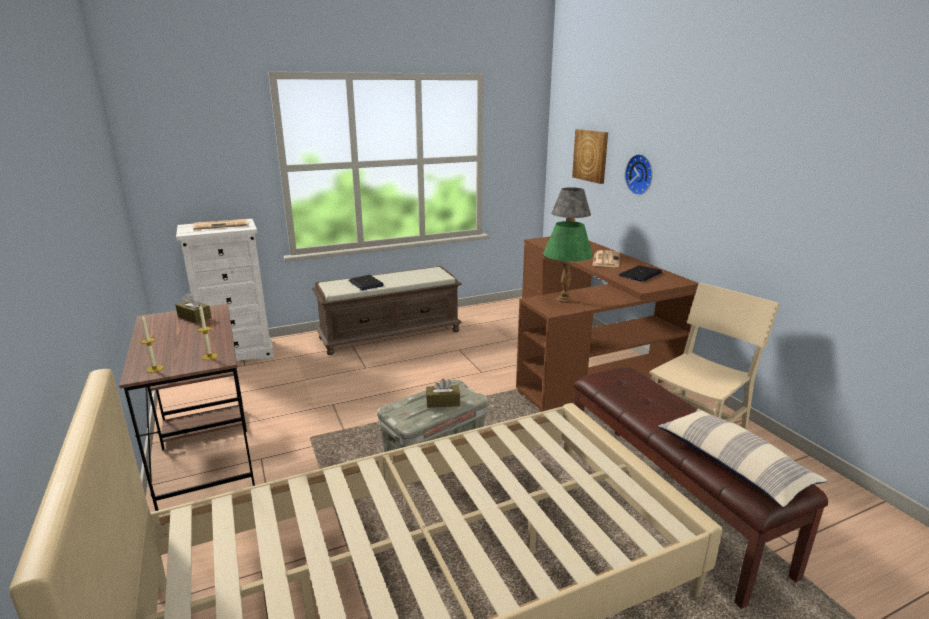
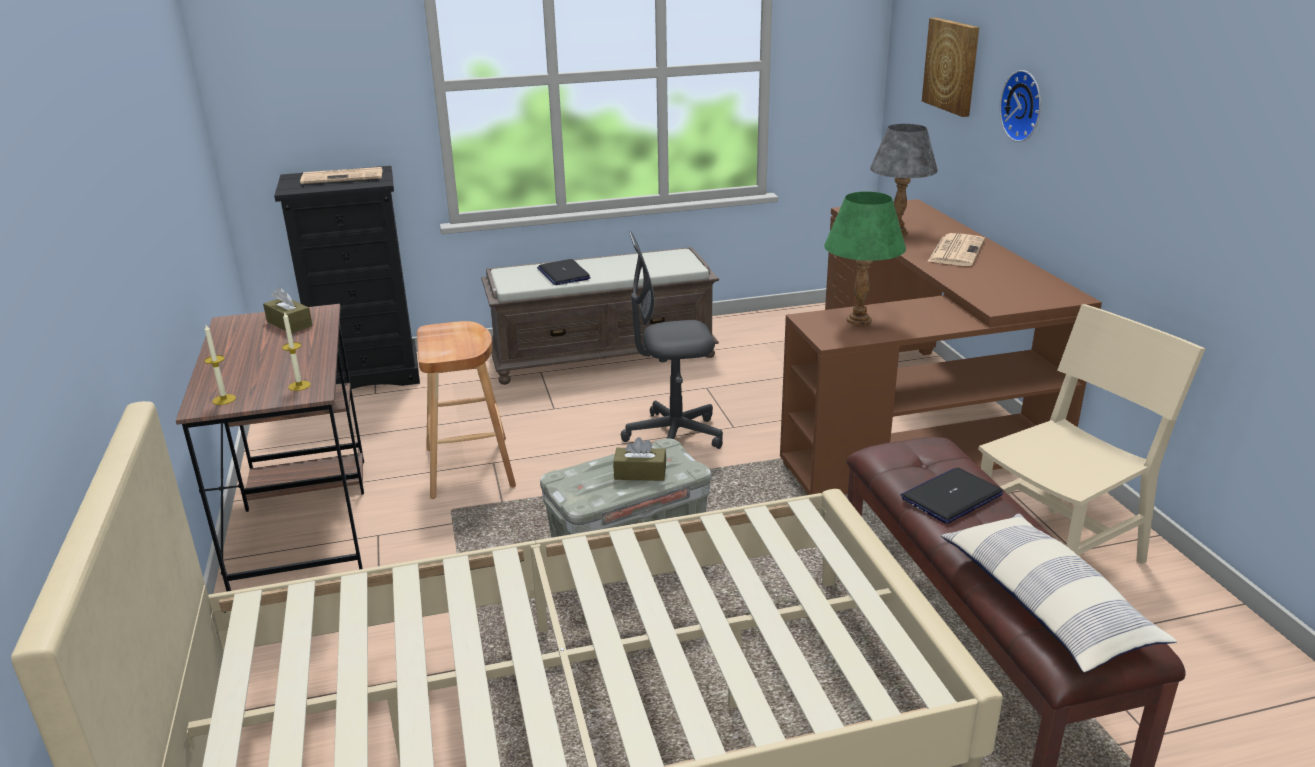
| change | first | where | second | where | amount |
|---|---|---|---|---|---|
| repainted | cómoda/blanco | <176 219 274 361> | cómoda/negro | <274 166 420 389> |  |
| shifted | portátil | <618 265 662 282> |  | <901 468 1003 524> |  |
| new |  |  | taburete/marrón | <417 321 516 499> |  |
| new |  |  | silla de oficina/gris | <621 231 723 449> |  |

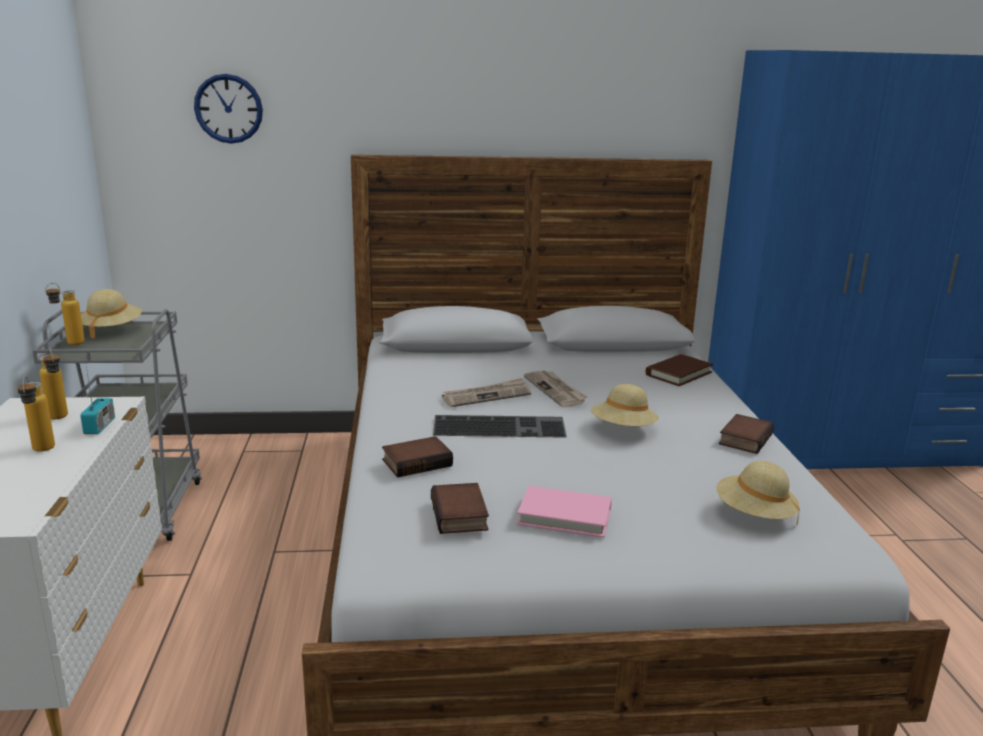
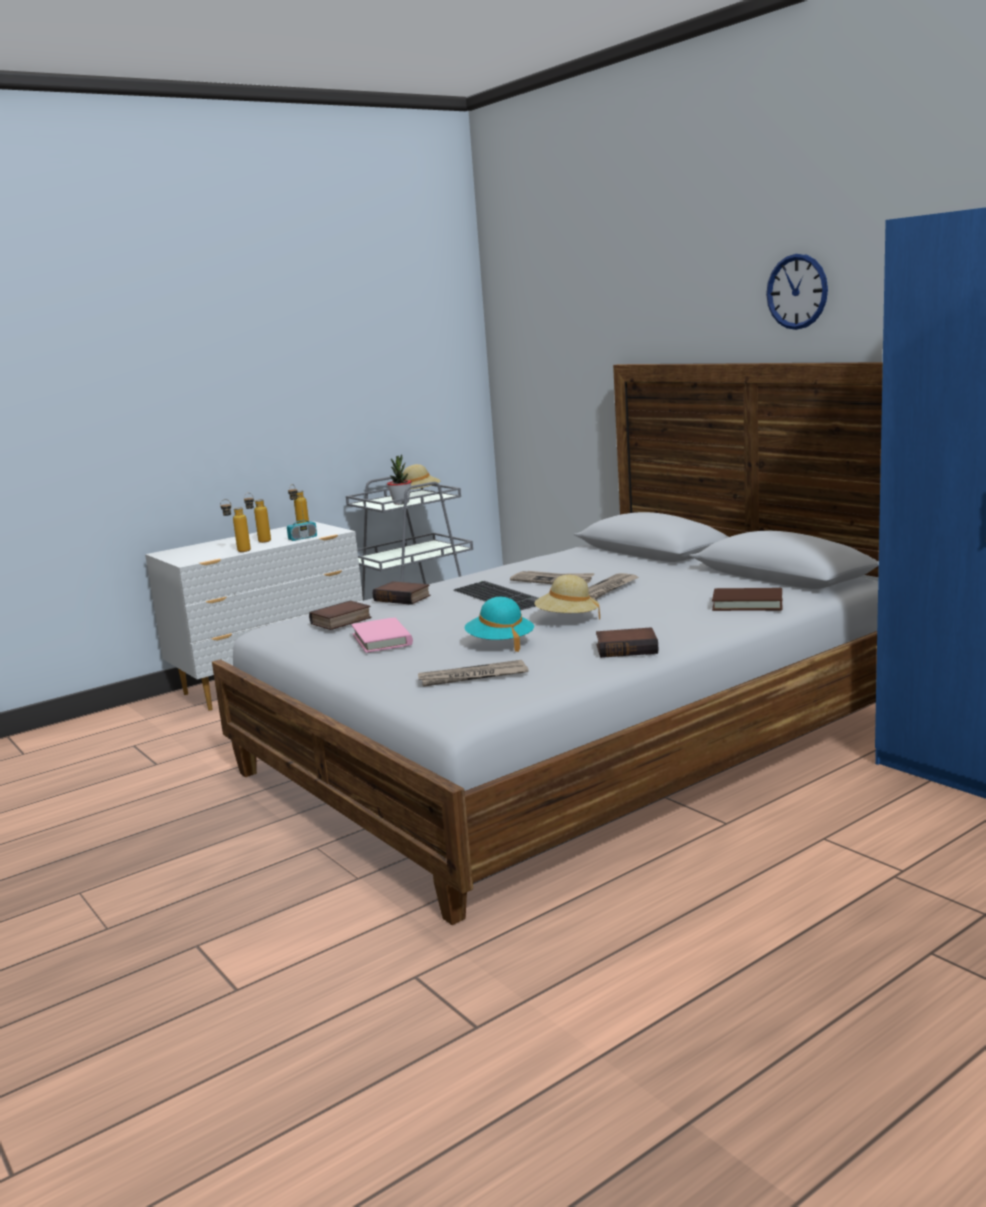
| change | first | where | second | where | amount |
|---|---|---|---|---|---|
| shifted | botella | <45 283 85 345> |  | <220 499 251 552> |  |
| shifted | reloj de pared | <194 74 263 144> |  | <766 254 828 330> |  |
| swapped | sombrero/beis | <716 461 800 525> | periódico | <418 660 529 687> |  |
| new |  |  | planta en maceta | <387 454 412 505> |  |
| new |  |  | sombrero/turquesa | <464 597 534 652> |  |

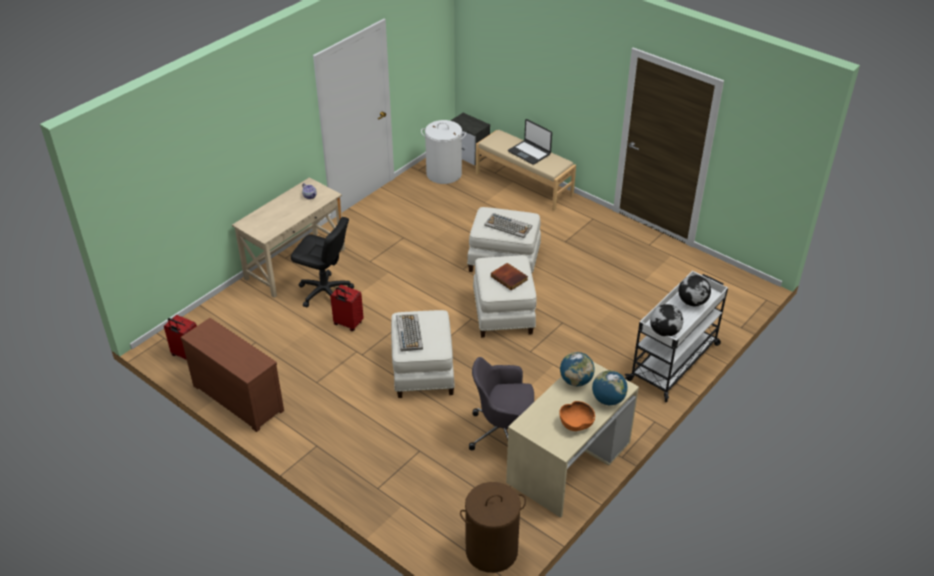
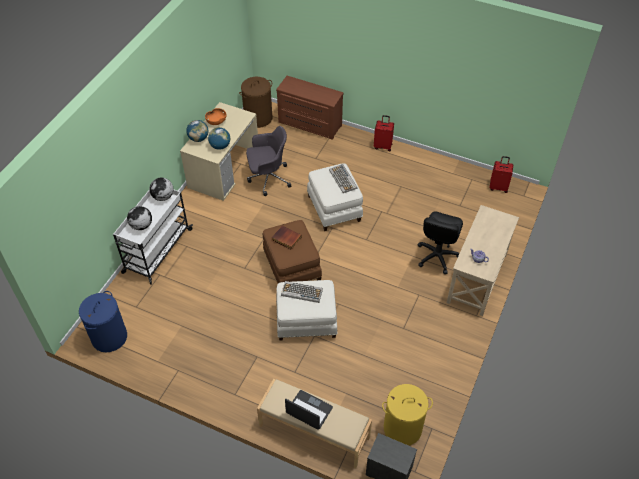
| change | first | where | second | where | amount |
|---|---|---|---|---|---|
| shifted | cómoda/marrón | <180 318 284 432> |  | <276 76 343 140> |  |
| rotated | silla de oficina/negro | <291 217 354 307> |  | <417 211 463 274> | 75 degrees counterclockwise |
| shifted | maleta/rojo | <330 285 364 331> |  | <374 115 394 151> |  |
| repainted | cesto de la ropa/blanco | <421 120 466 184> | cesto de la ropa/amarillo | <382 384 433 446> |  |
| repainted | puf/blanco | <473 256 537 338> | puf/marrón | <263 220 322 283> |  |
| new |  |  | cesto de la ropa/azul | <79 291 127 352> |  |

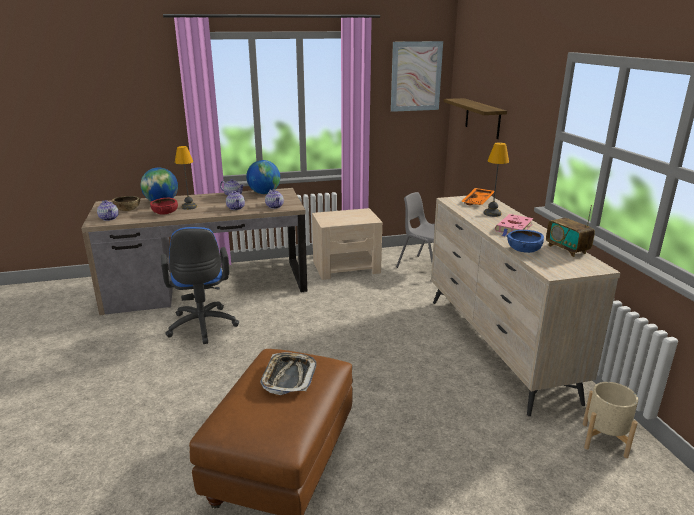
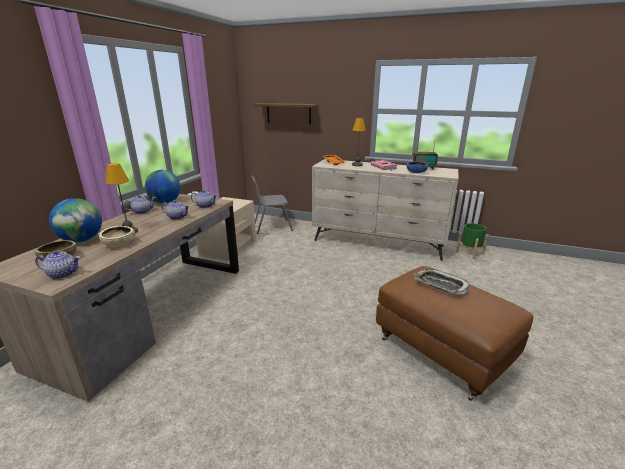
| change | first | where | second | where | amount |
|---|---|---|---|---|---|
| repainted | cuenco/rojo | <150 198 178 215> | cuenco/beis | <98 226 136 247> |  |
| gone | silla de oficina/azul | <161 227 239 344> |  |  |  |
| gone | cuadro | <391 41 443 112> |  |  |  |
| repainted | maceta/beis | <583 382 638 458> | maceta/verde | <456 223 489 259> |  |

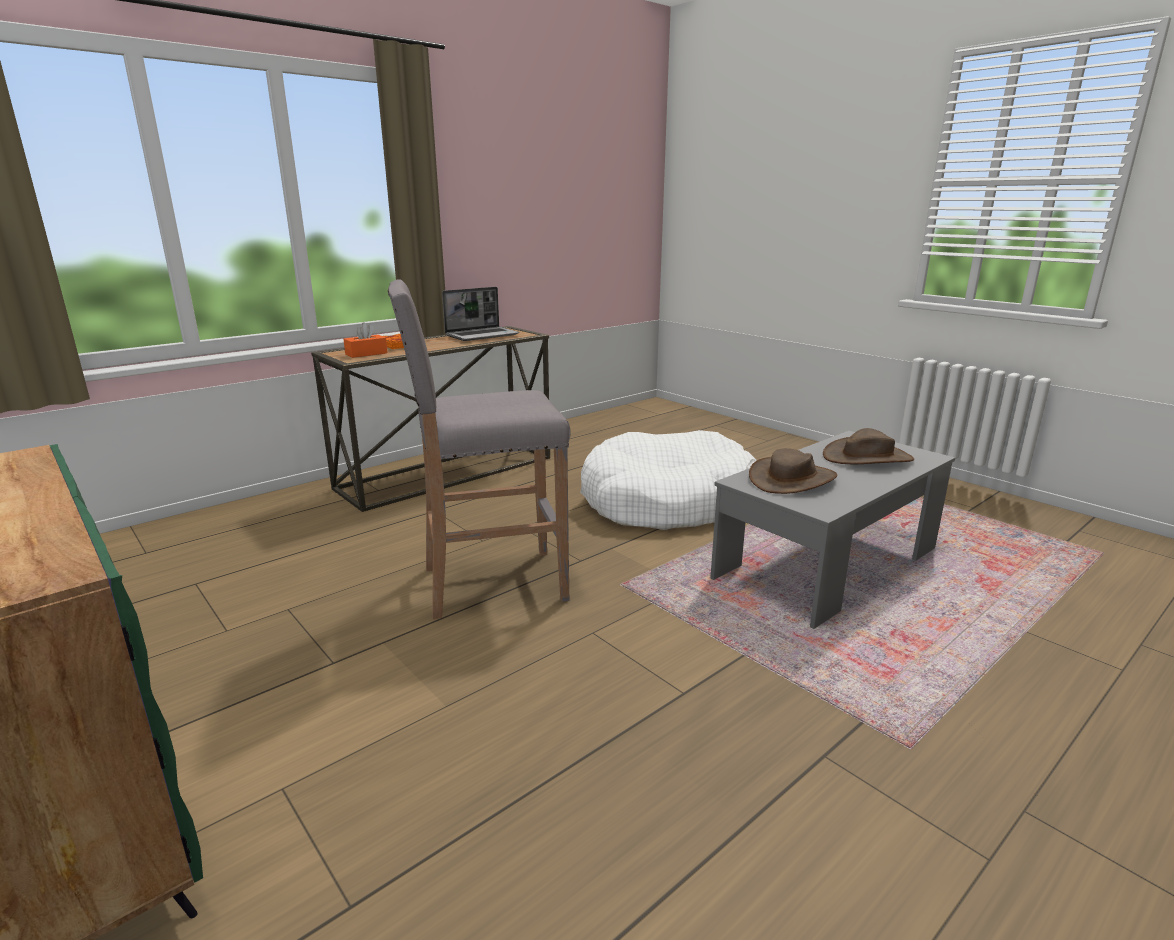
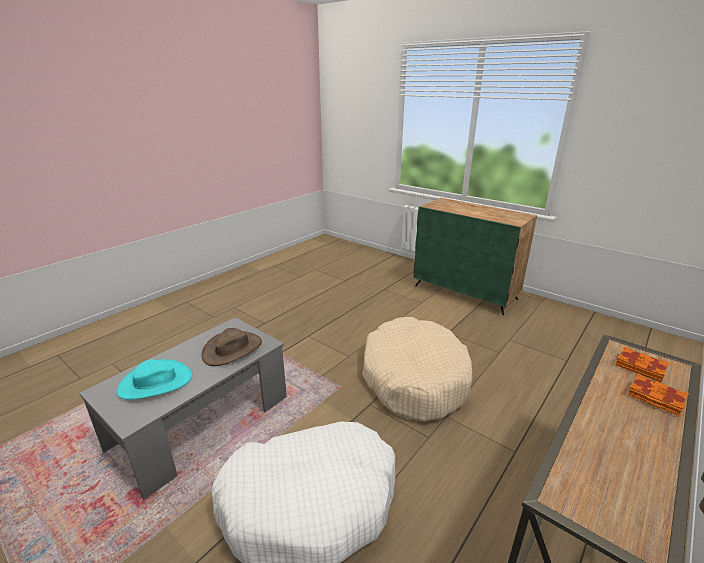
| change | first | where | second | where | amount |
|---|---|---|---|---|---|
| swapped | caja de pañuelos/naranja | <343 322 388 358> | libro/naranja | <615 346 670 382> |  |
| swapped | taburete/gris | <388 279 571 619> | cama para perro/beis | <362 317 472 422> |  |
| gone | portátil | <442 287 519 341> |  |  |  |
| repainted | sombrero/marrón | <823 428 914 464> | sombrero/turquesa | <117 359 192 400> |  |

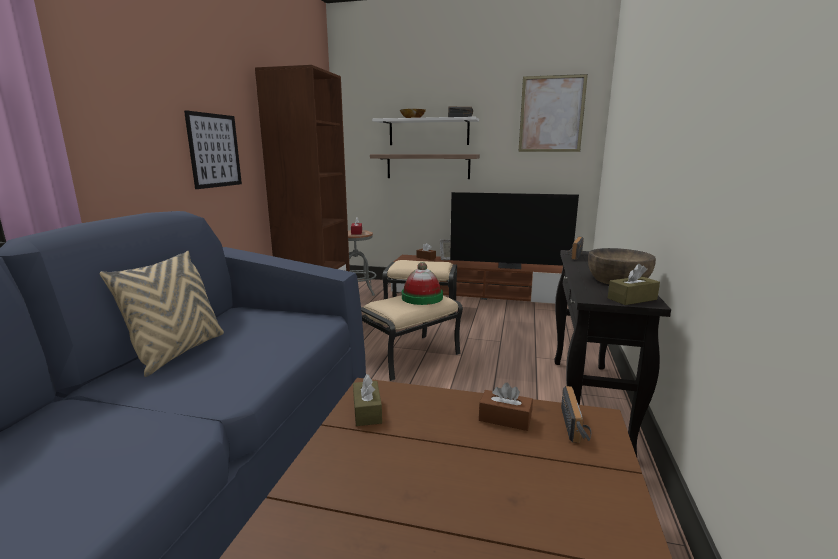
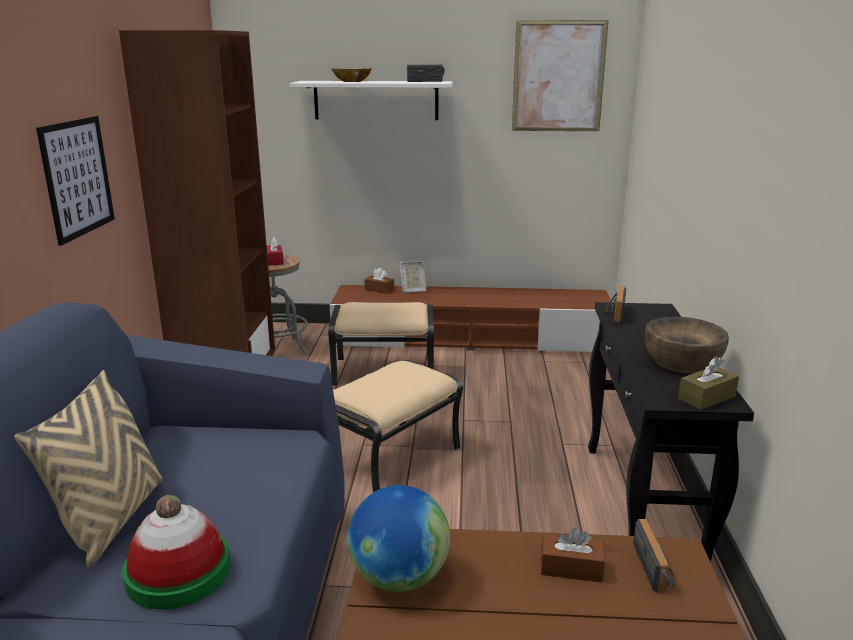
| change | first | where | second | where | amount |
|---|---|---|---|---|---|
| swapped | caja de pañuelos/marrón | <353 374 382 426> | globo terráqueo | <348 485 450 592> |  |
| gone | estante | <370 154 480 179> |  |  |  |
| shifted | sombrero | <402 262 443 305> |  | <122 495 230 610> |  |
| gone | televisor | <450 192 579 269> |  |  |  |

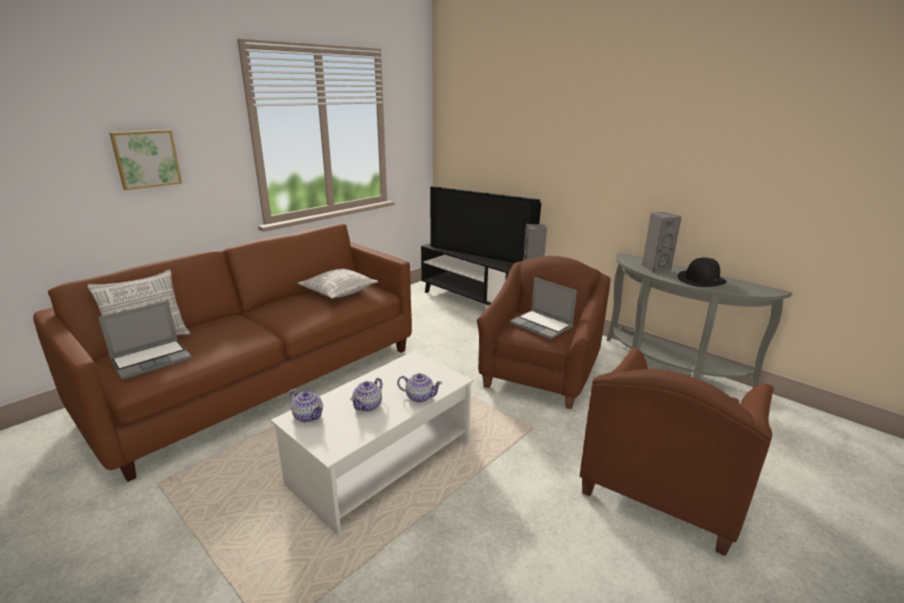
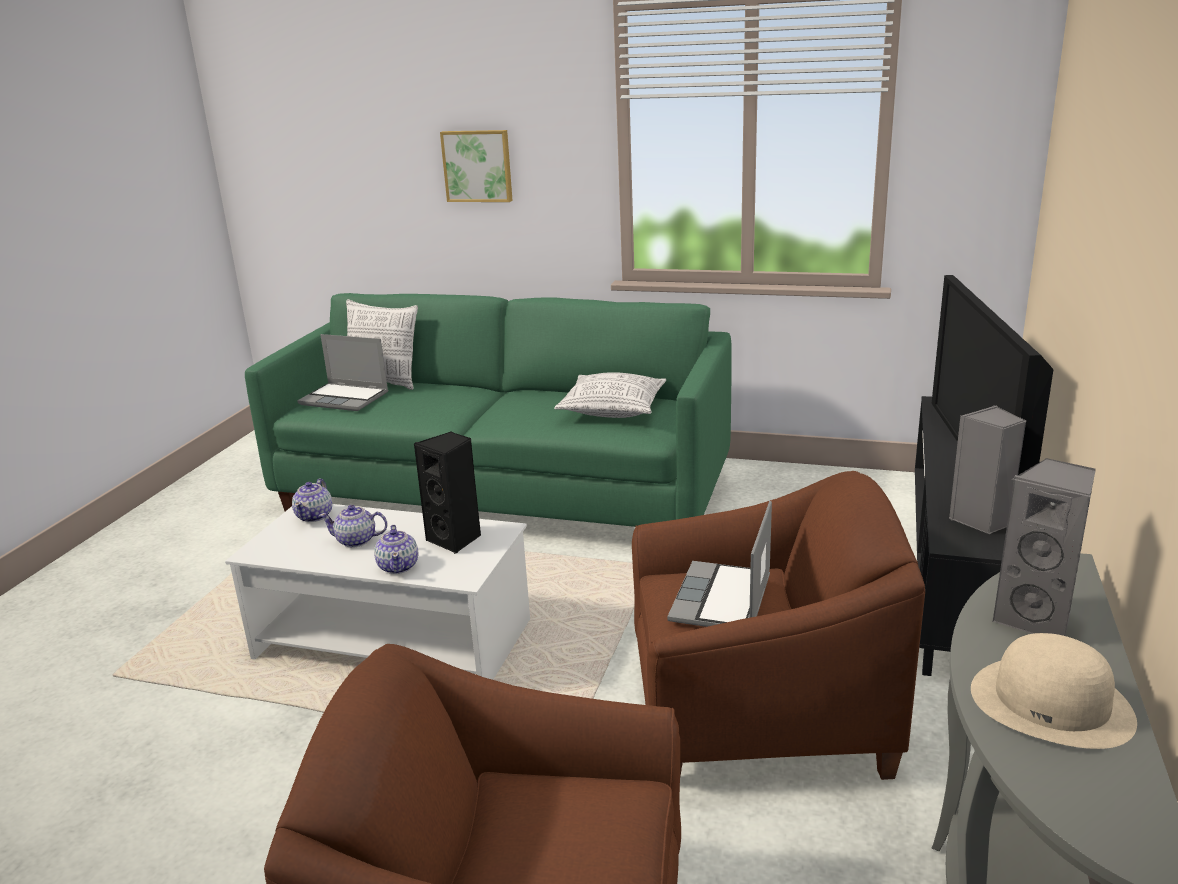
| change | first | where | second | where | amount |
|---|---|---|---|---|---|
| repainted | sofá/marrón | <33 224 412 482> | sofá/verde | <245 293 732 527> |  |
| repainted | sombrero/negro | <678 257 727 287> | sombrero/beis | <971 633 1137 749> |  |
| new |  |  | altavoz/negro | <413 431 481 554> |  |

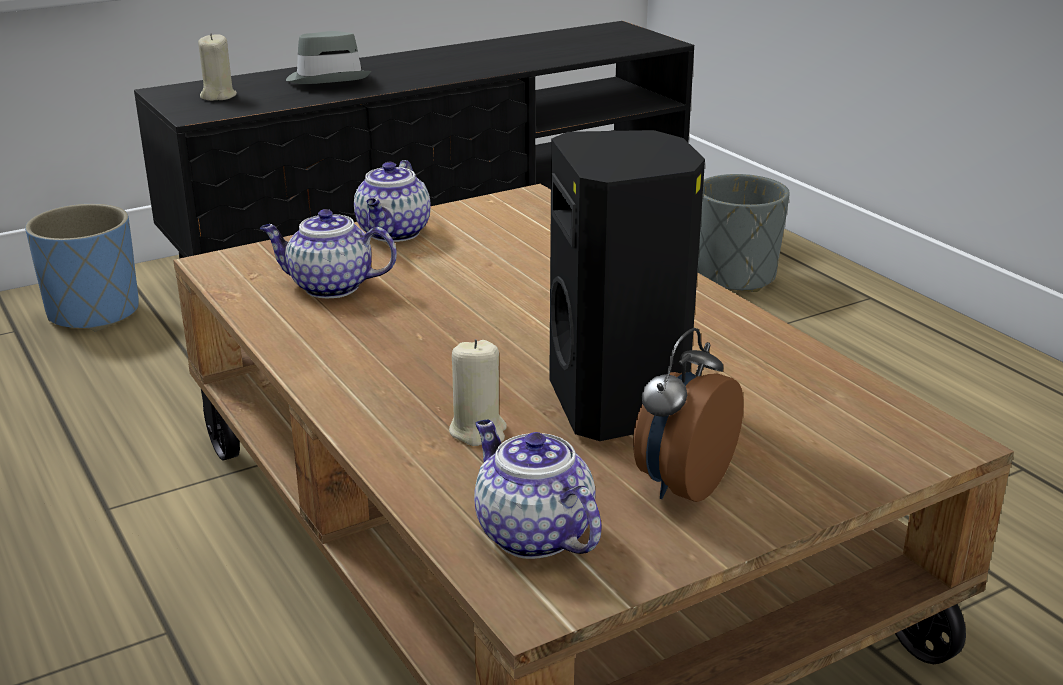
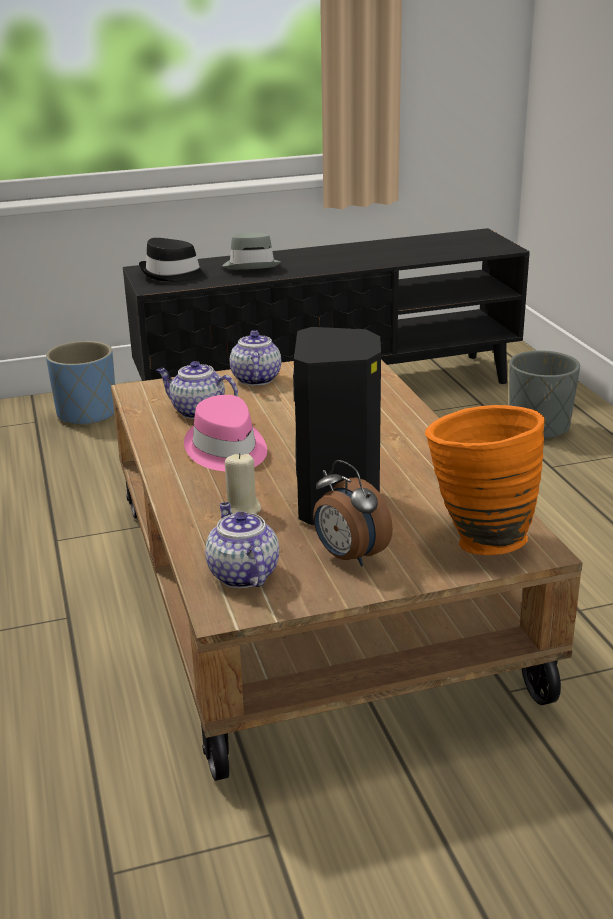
| change | first | where | second | where | amount |
|---|---|---|---|---|---|
| swapped | vela/beis | <198 33 237 101> | sombrero/negro | <139 238 209 281> |  |
| rotated | tetera | <354 160 431 242> |  | <230 330 281 386> | 150 degrees clockwise |
| rotated | despertador | <633 328 744 502> |  | <313 460 393 567> | 90 degrees counterclockwise |
| new |  |  | sombrero/rosa | <184 395 267 471> |  |
| new |  |  | florero/naranja | <425 405 545 555> |  |

